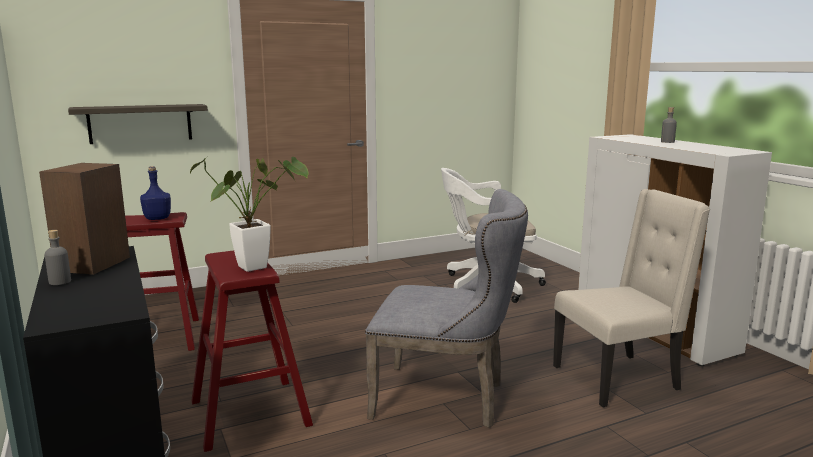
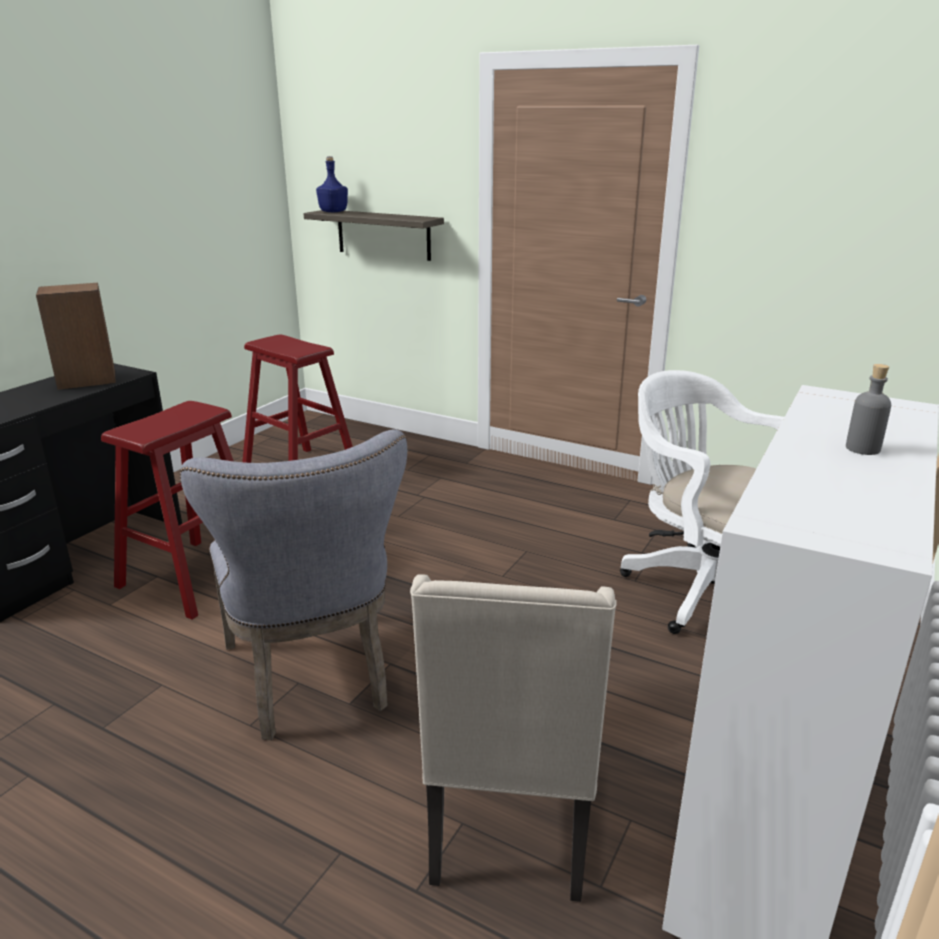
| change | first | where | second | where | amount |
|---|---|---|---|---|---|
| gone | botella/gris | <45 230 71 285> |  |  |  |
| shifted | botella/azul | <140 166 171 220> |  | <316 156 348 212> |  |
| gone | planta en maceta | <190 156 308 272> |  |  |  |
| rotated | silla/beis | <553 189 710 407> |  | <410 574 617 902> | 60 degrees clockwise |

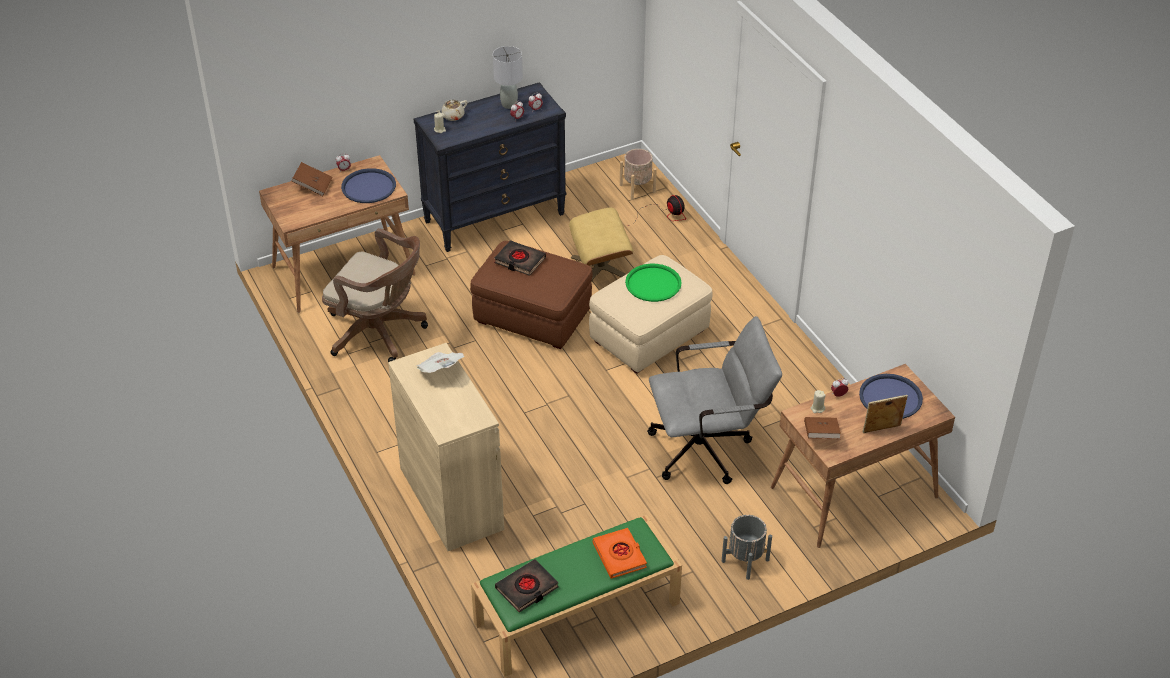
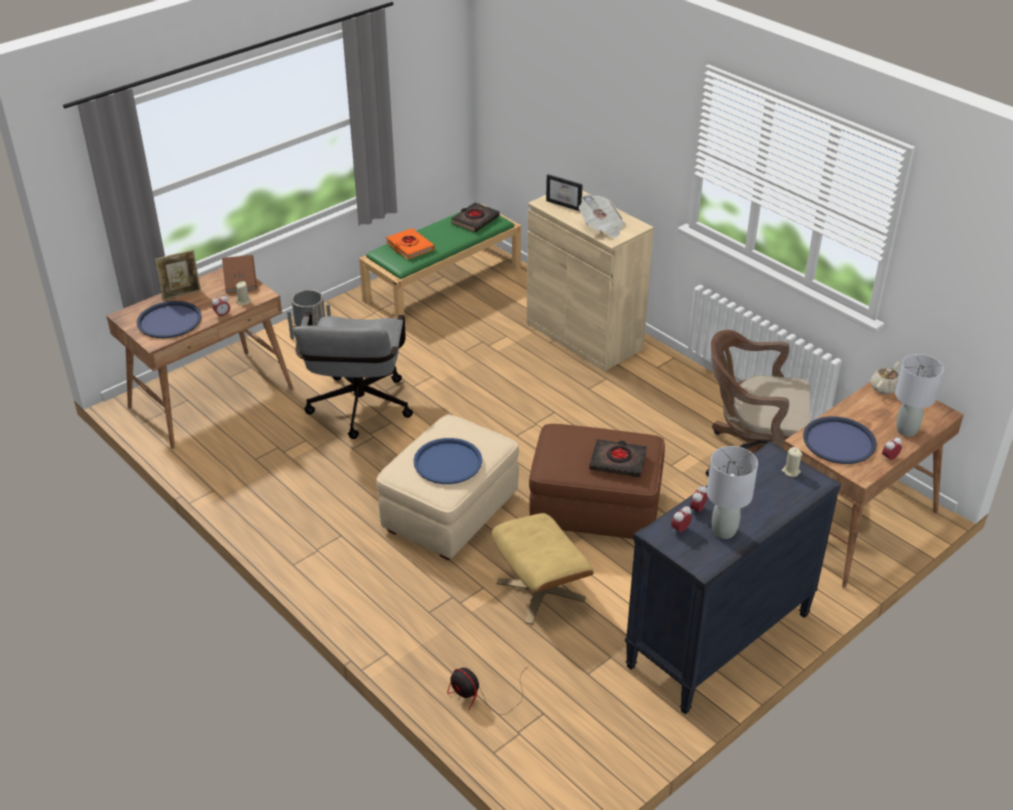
| change | first | where | second | where | amount |
|---|---|---|---|---|---|
| swapped | libro/marrón | <291 162 333 196> | lámpara de mesa/gris | <895 354 944 436> |  |
| shifted | tetera/beis | <436 100 467 121> |  | <870 361 899 394> |  |
| gone | maceta/beis | <620 149 657 200> |  |  |  |
| repainted | bandeja/verde | <625 264 682 302> | bandeja/azul | <414 438 482 484> |  |
| rotated | silla de oficina/gris | <647 316 782 484> |  | <293 312 413 439> | 60 degrees counterclockwise |
| new |  |  | portarretratos | <546 174 583 211> |  |

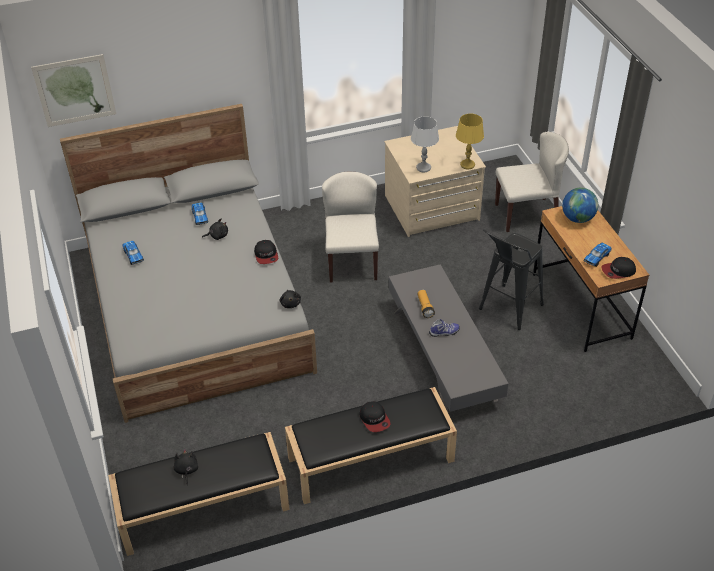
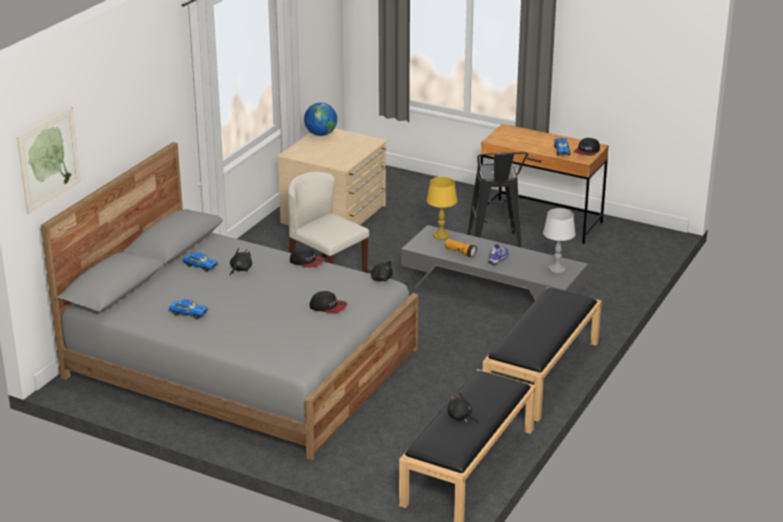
| change | first | where | second | where | amount |
|---|---|---|---|---|---|
| shifted | gorra | <359 401 391 432> |  | <309 291 348 313> |  |
| shifted | lámpara de mesa/gris | <411 116 439 172> |  | <543 208 576 274> |  |
| shifted | lámpara de mesa/amarillo | <456 114 484 169> |  | <426 177 457 240> |  |
| gone | silla/beis | <495 132 569 232> |  |  |  |
| shifted | globo terráqueo | <562 188 598 223> |  | <304 102 337 136> |  |

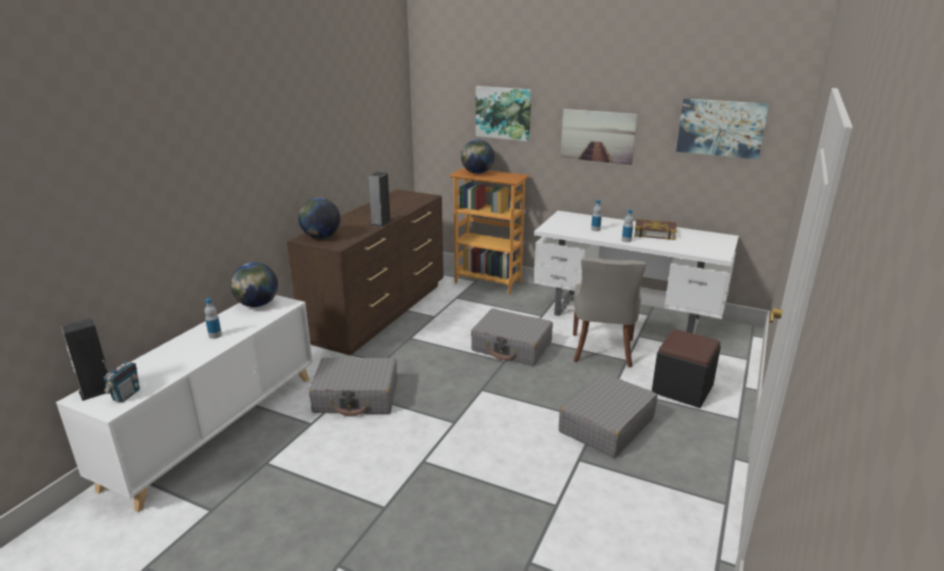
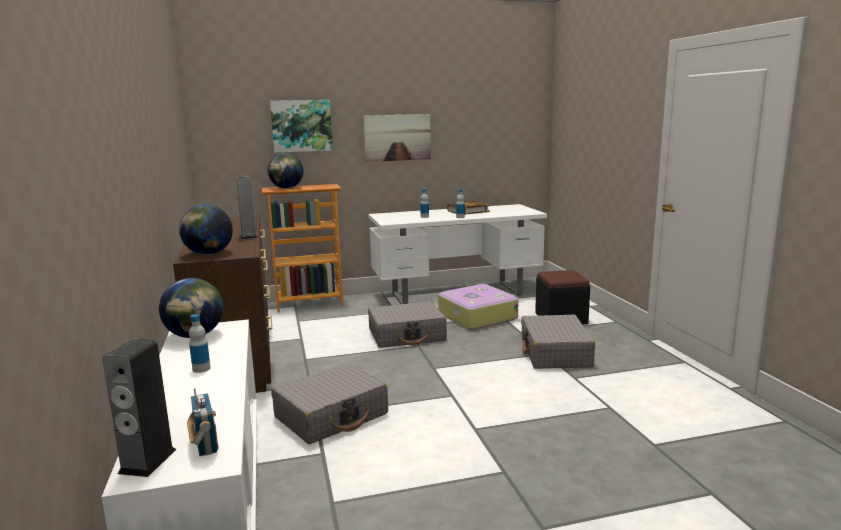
| change | first | where | second | where | amount |
|---|---|---|---|---|---|
| swapped | silla/gris | <573 257 646 367> | maleta | <438 284 519 330> |  |
| gone | cuadro | <676 98 769 159> |  |  |  |

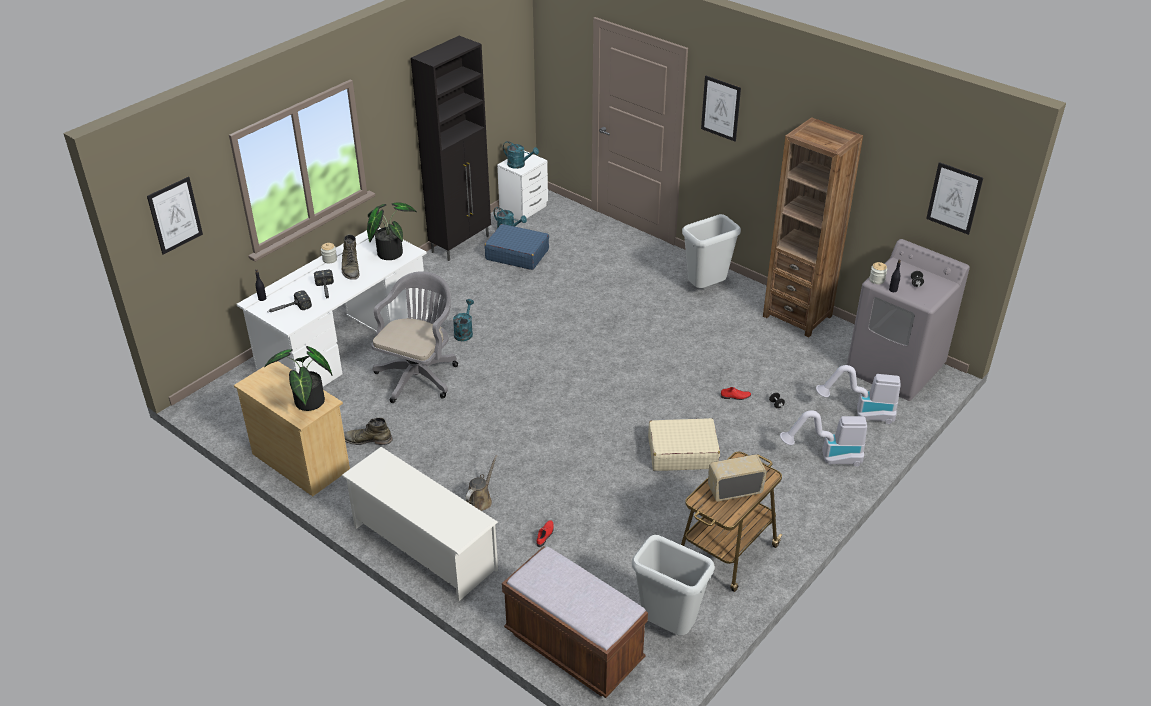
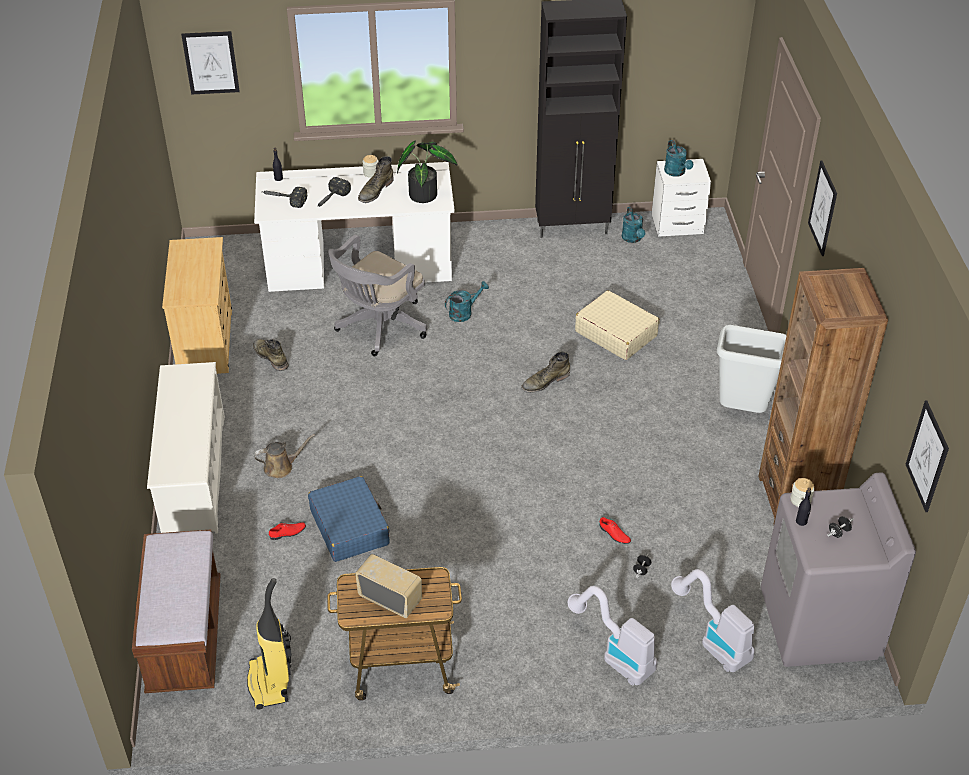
| change | first | where | second | where | amount |
|---|---|---|---|---|---|
| gone | planta en maceta | <264 346 332 411> |  |  |  |
| rotated | silla de oficina/gris | <371 271 458 403> |  | <328 234 427 356> | 150 degrees clockwise |
| shifted | maleta/azul | <485 224 549 270> |  | <308 476 390 562> |  |
| swapped | papelera/gris | <632 535 715 635> | aspiradora | <247 578 292 710> |  |
| shifted | maleta/beis | <648 418 720 471> |  | <575 290 660 360> |  |
| new |  |  | bota/verde | <521 351 570 393> |  |

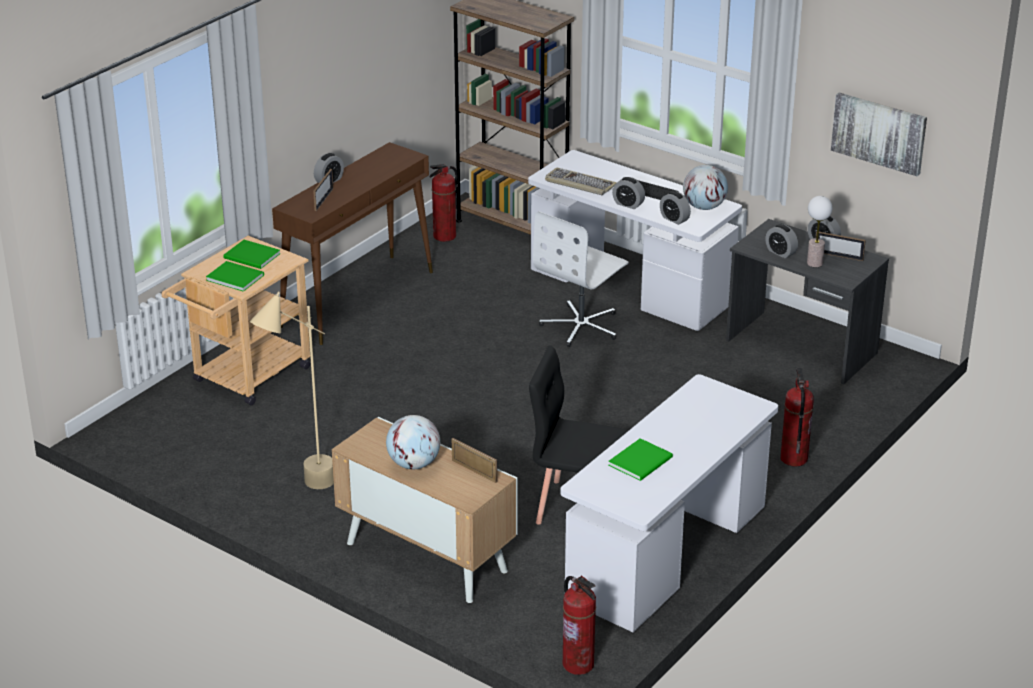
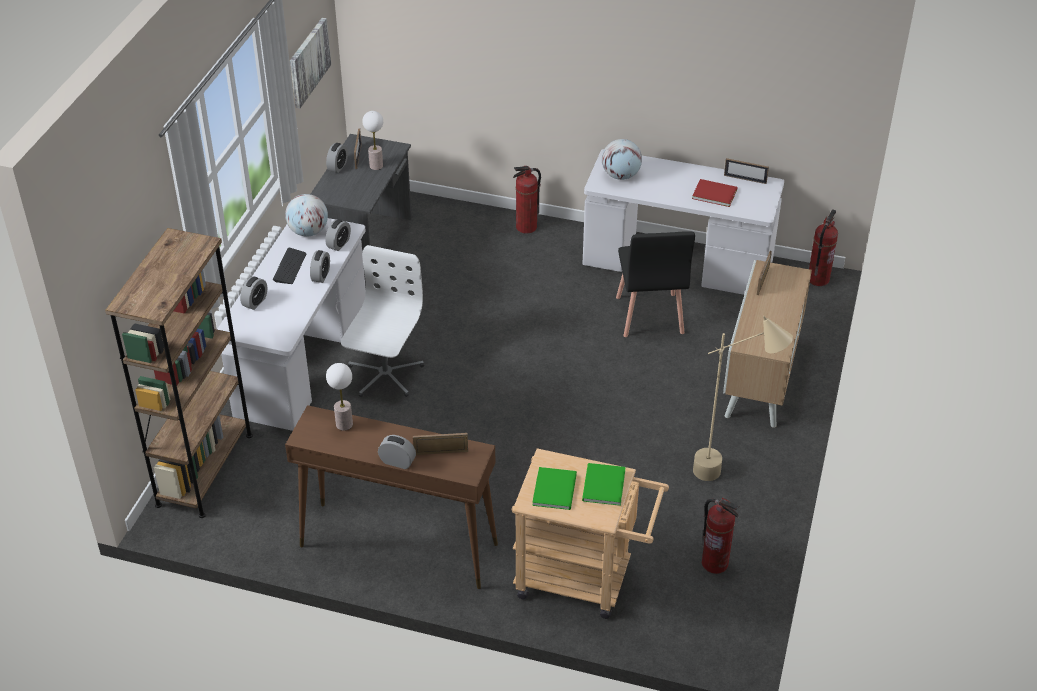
| change | first | where | second | where | amount |
|---|---|---|---|---|---|
| shifted | globo terráqueo | <386 415 440 469> |  | <602 139 642 180> |  |
| shifted | extintor | <430 164 458 242> |  | <702 498 739 574> |  |
| rotated | silla de oficina/blanco | <533 211 628 347> |  | <341 245 424 397> | 90 degrees counterclockwise |
| gone | teclado | <545 167 617 195> |  |  |  |
| repainted | libro/verde | <609 438 673 481> | libro/rojo | <692 179 738 207> |  |
| shifted | despertador | <765 224 798 258> |  | <240 276 267 310> |  |
| new |  |  | lámpara de mesa | <326 363 353 431> |  |
| new |  |  | portarretratos | <724 158 769 184> |  |

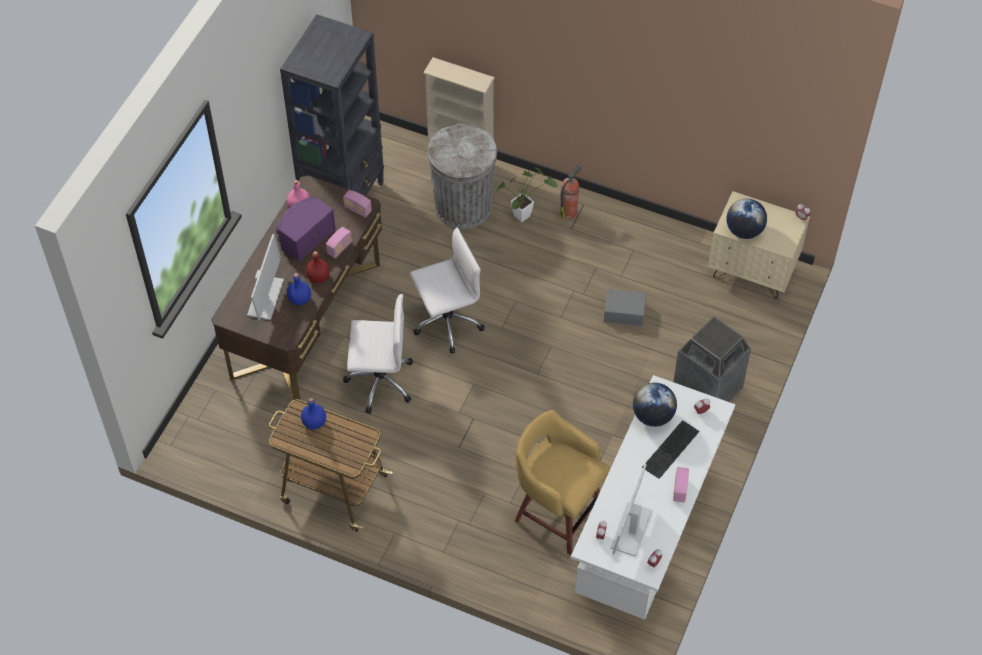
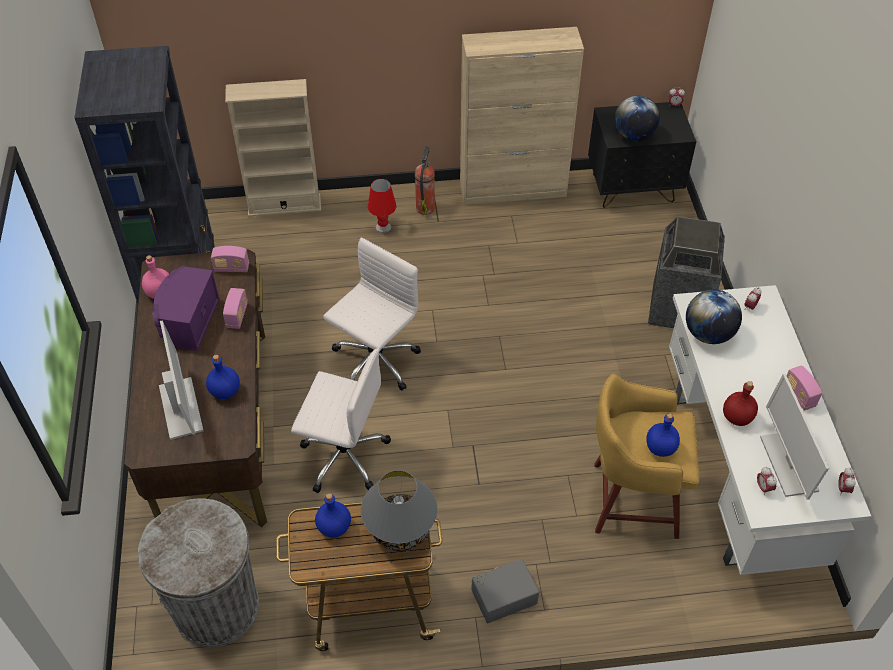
| change | first | where | second | where | amount |
|---|---|---|---|---|---|
| shifted | botella/rojo | <306 251 330 283> |  | <723 381 758 426> |  |
| rotated | silla de oficina/blanco | <343 294 413 414> |  | <291 348 391 493> | 45 degrees clockwise |
| shifted | papelera/gris | <427 125 497 229> |  | <138 499 259 647> |  |
| swapped | planta en maceta | <497 167 558 222> | lámpara de mesa/rojo | <368 179 396 233> |  |
| shifted | caja de almacenaje/gris | <604 289 646 326> |  | <471 559 539 623> |  |
| gone | teclado | <642 420 699 479> |  |  |  |
| repainted | mesita de noche/beis | <708 191 810 299> | mesita de noche/negro | <588 102 697 208> |  |
| new |  |  | lámpara de mesa/gris | <361 470 438 551> |  |
| new |  |  | armario/beis | <460 27 584 205> |  |
| new |  |  | botella/azul | <646 413 680 457> |  |

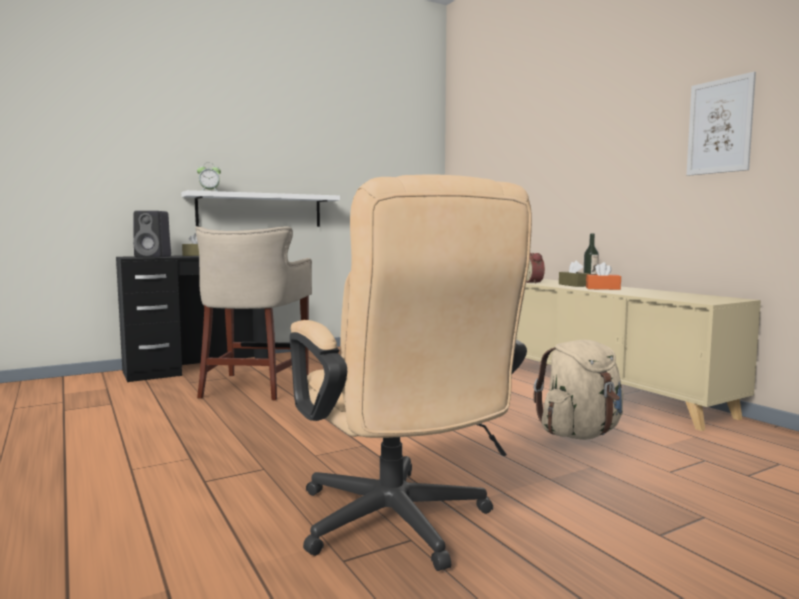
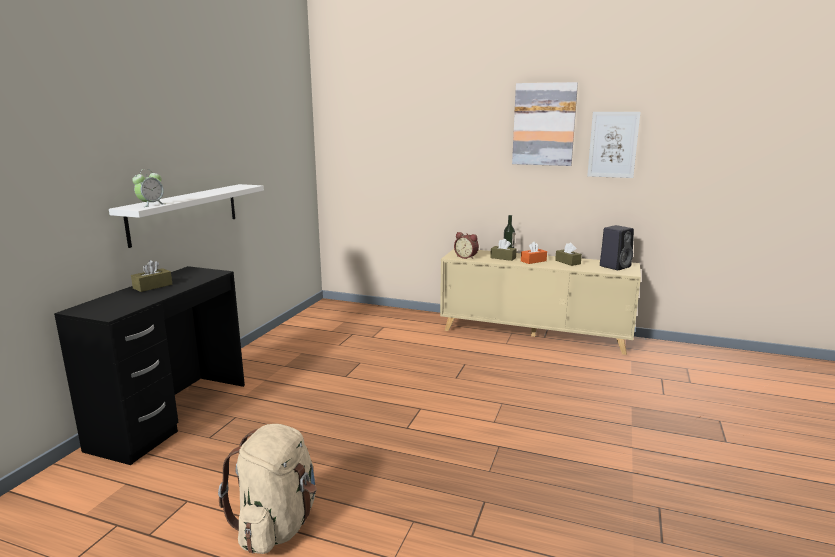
| change | first | where | second | where | amount |
|---|---|---|---|---|---|
| shifted | altavoz/negro | <133 211 171 257> |  | <600 225 634 270> |  |
| gone | taburete/beis | <195 227 312 400> |  |  |  |
| gone | silla de oficina/beis | <290 174 532 571> |  |  |  |
| shifted | mochila/beis | <533 340 624 440> |  | <218 424 317 554> |  |
| new |  |  | cuadro | <512 82 578 166> |  |
| new |  |  | caja de pañuelos/marrón | <555 243 582 266> |  |

